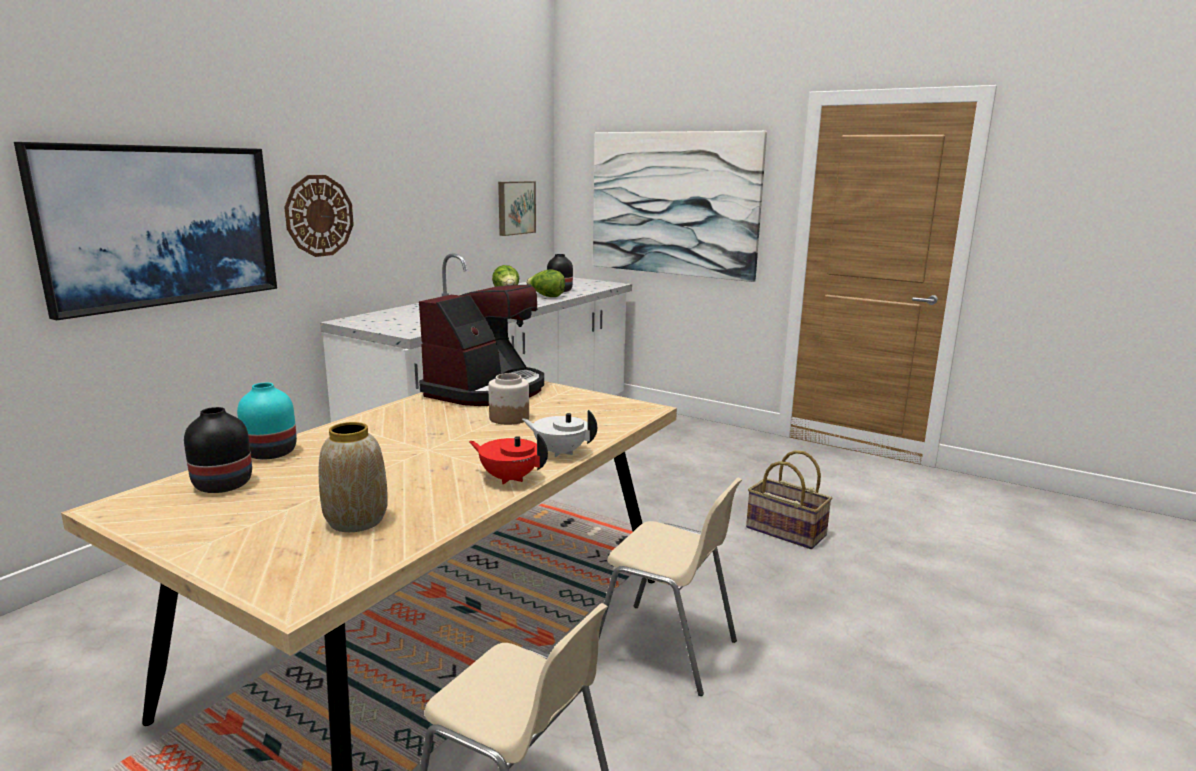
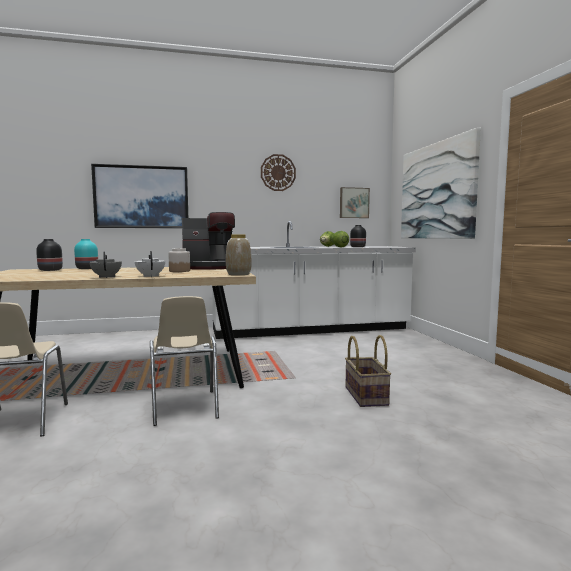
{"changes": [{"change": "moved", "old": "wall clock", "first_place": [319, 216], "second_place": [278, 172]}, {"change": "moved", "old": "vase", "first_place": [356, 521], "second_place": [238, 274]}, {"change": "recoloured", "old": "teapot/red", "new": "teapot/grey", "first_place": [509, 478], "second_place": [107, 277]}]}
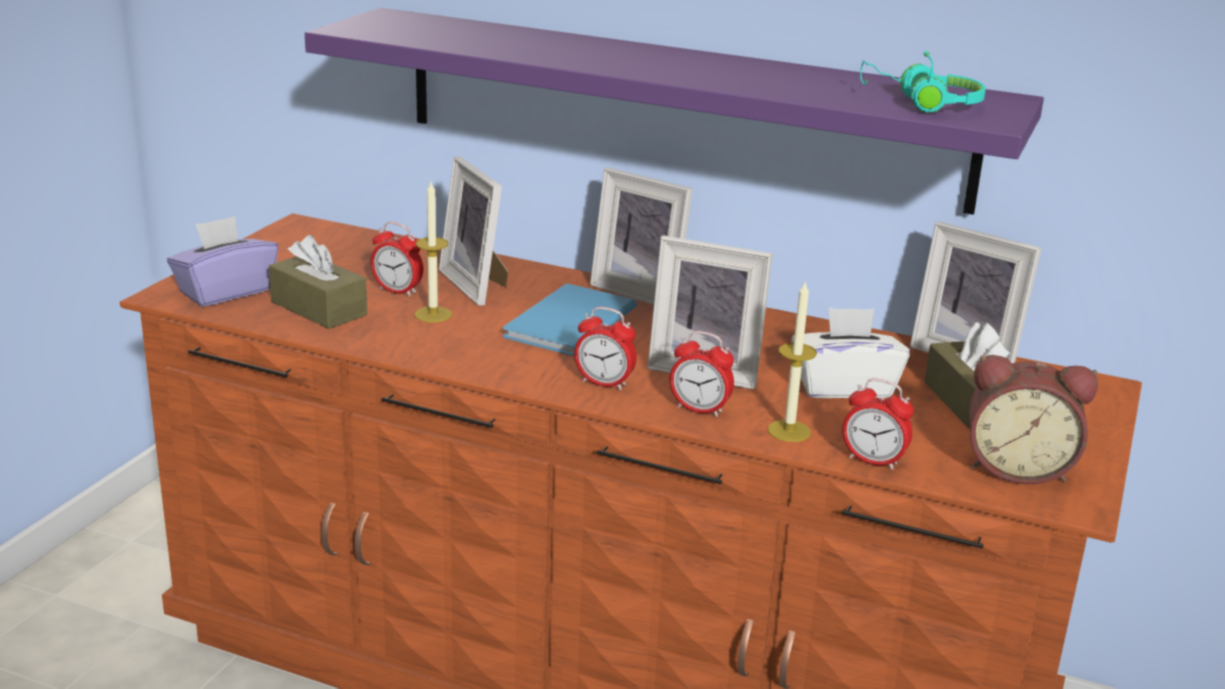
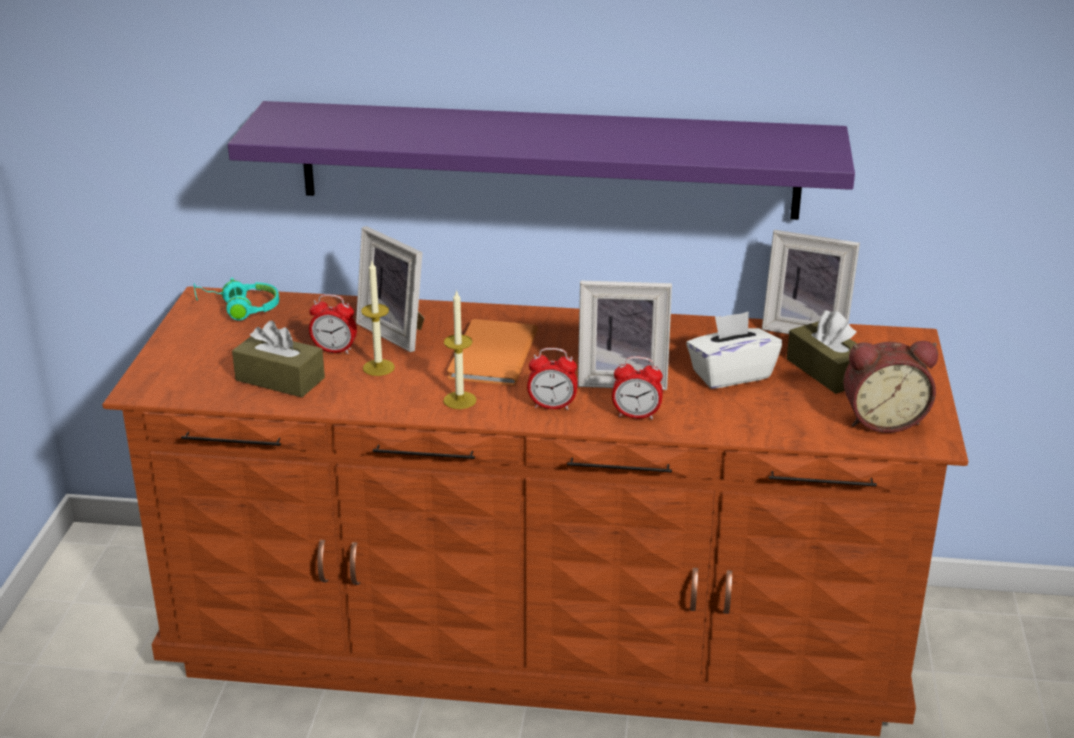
{"changes": [{"change": "removed", "old": "tissue box/purple", "first_place": [225, 292]}, {"change": "recoloured", "old": "book/blue", "new": "book/orange", "first_place": [565, 323], "second_place": [489, 356]}, {"change": "removed", "old": "picture frame", "first_place": [642, 291]}, {"change": "moved", "old": "candle", "first_place": [789, 431], "second_place": [459, 400]}, {"change": "removed", "old": "alarm clock", "first_place": [873, 461]}, {"change": "moved", "old": "headphones/turquoise", "first_place": [922, 103], "second_place": [239, 309]}]}
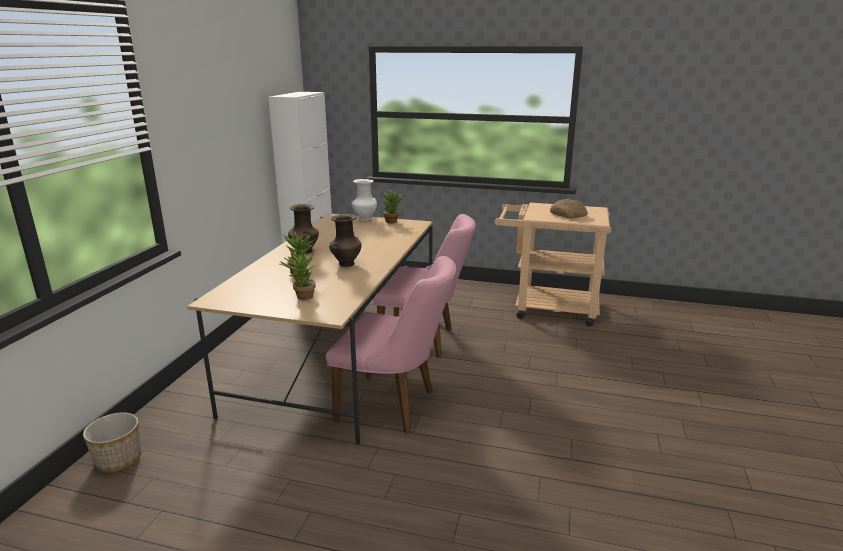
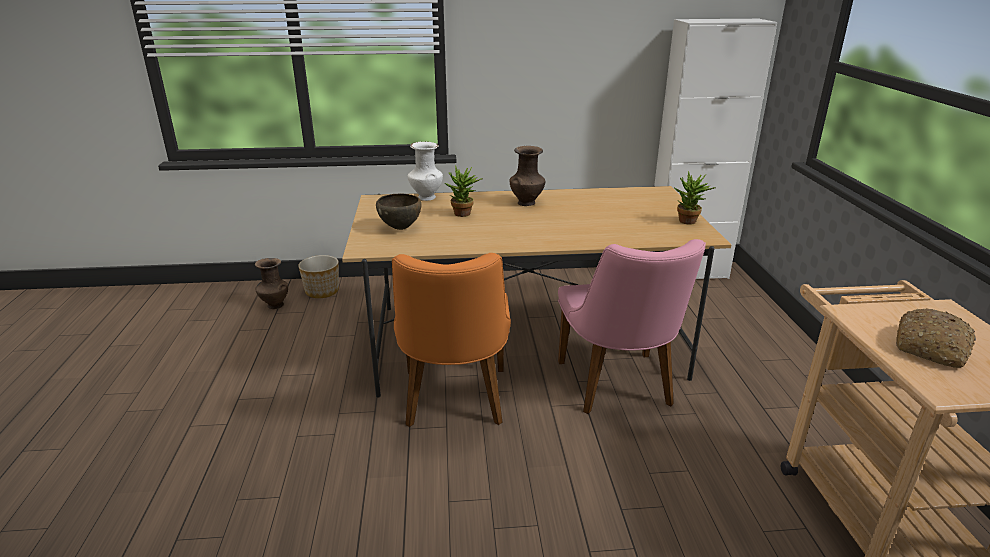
{"changes": [{"change": "replaced", "old": "potted plant", "new": "bowl/brown", "first_place": [301, 297], "second_place": [400, 228]}, {"change": "recoloured", "old": "chair/pink", "new": "chair/orange", "first_place": [395, 406], "second_place": [454, 403]}, {"change": "moved", "old": "vase/brown", "first_place": [346, 264], "second_place": [274, 305]}, {"change": "moved", "old": "vase/white", "first_place": [364, 219], "second_place": [426, 197]}]}
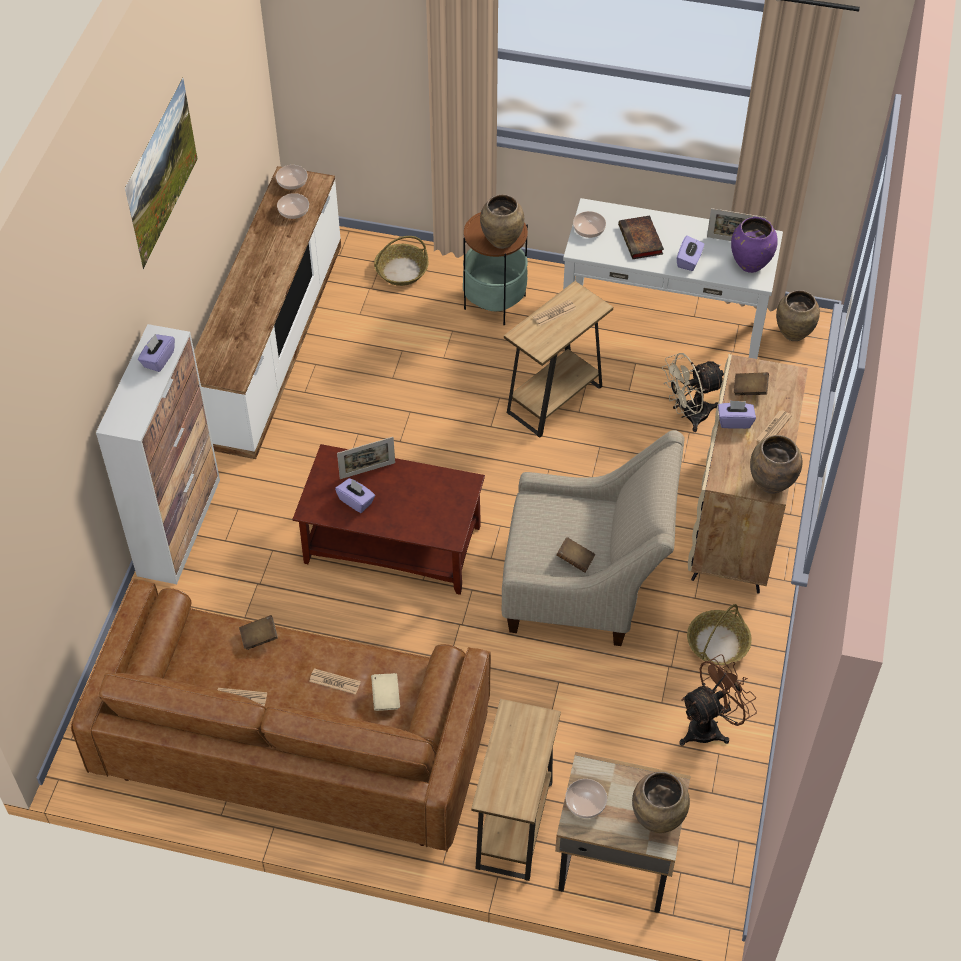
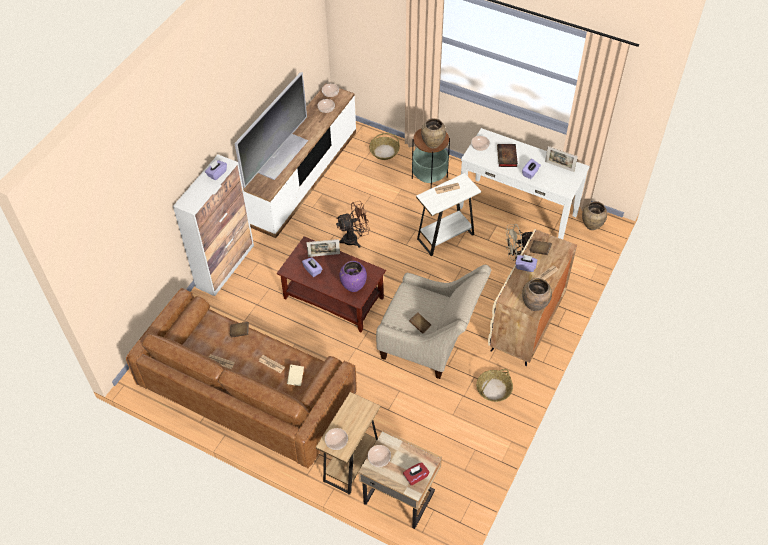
{"changes": [{"change": "removed", "old": "picture", "first_place": [167, 193]}, {"change": "recoloured", "old": "side table/brown", "new": "side table/white", "first_place": [554, 399], "second_place": [445, 237]}, {"change": "replaced", "old": "vase/brown", "new": "tissue box/red", "first_place": [657, 820], "second_place": [415, 476]}, {"change": "moved", "old": "fan/brown", "first_place": [710, 726], "second_place": [354, 239]}, {"change": "moved", "old": "vase/purple", "first_place": [750, 265], "second_place": [353, 287]}, {"change": "added", "new": "television", "second_place": [282, 156]}, {"change": "added", "new": "bowl", "second_place": [336, 442]}]}
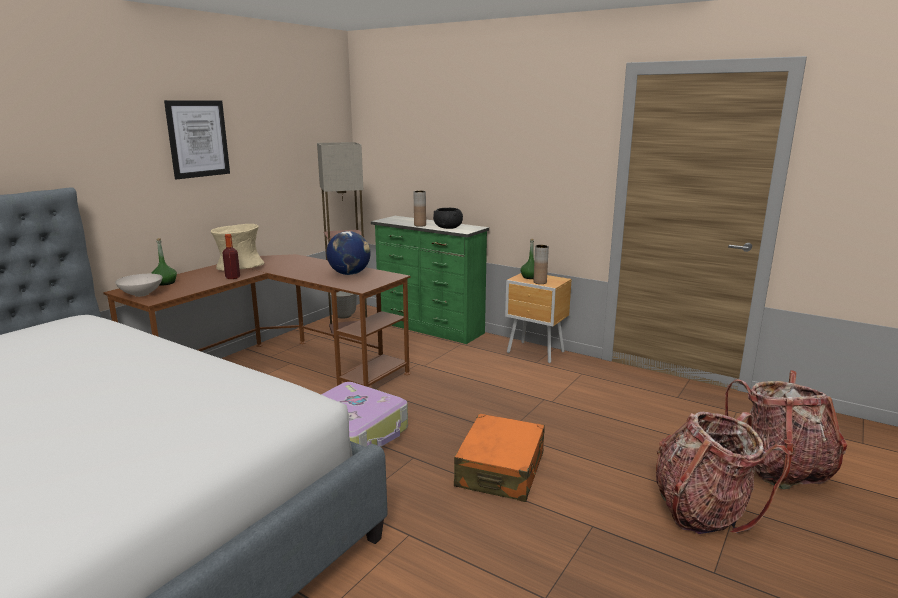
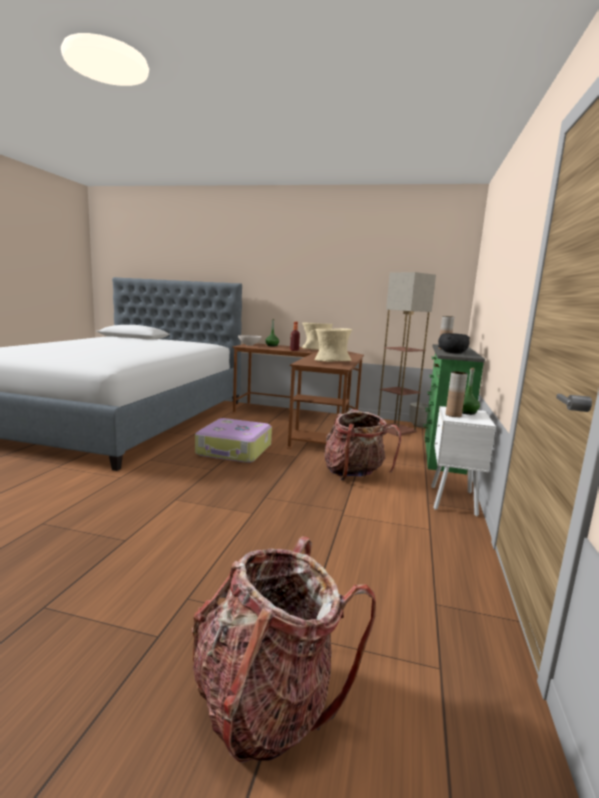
{"changes": [{"change": "removed", "old": "picture", "first_place": [198, 139]}, {"change": "replaced", "old": "globe", "new": "vase/beige", "first_place": [349, 274], "second_place": [332, 361]}, {"change": "removed", "old": "suitcase/orange", "first_place": [500, 470]}, {"change": "recoloured", "old": "nightstand/brown", "new": "nightstand/white", "first_place": [536, 353], "second_place": [452, 501]}, {"change": "moved", "old": "backpack", "first_place": [702, 511], "second_place": [354, 474]}]}
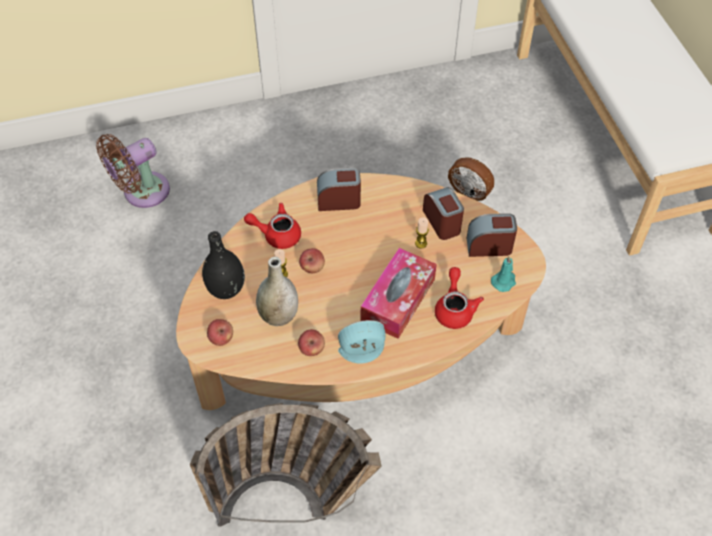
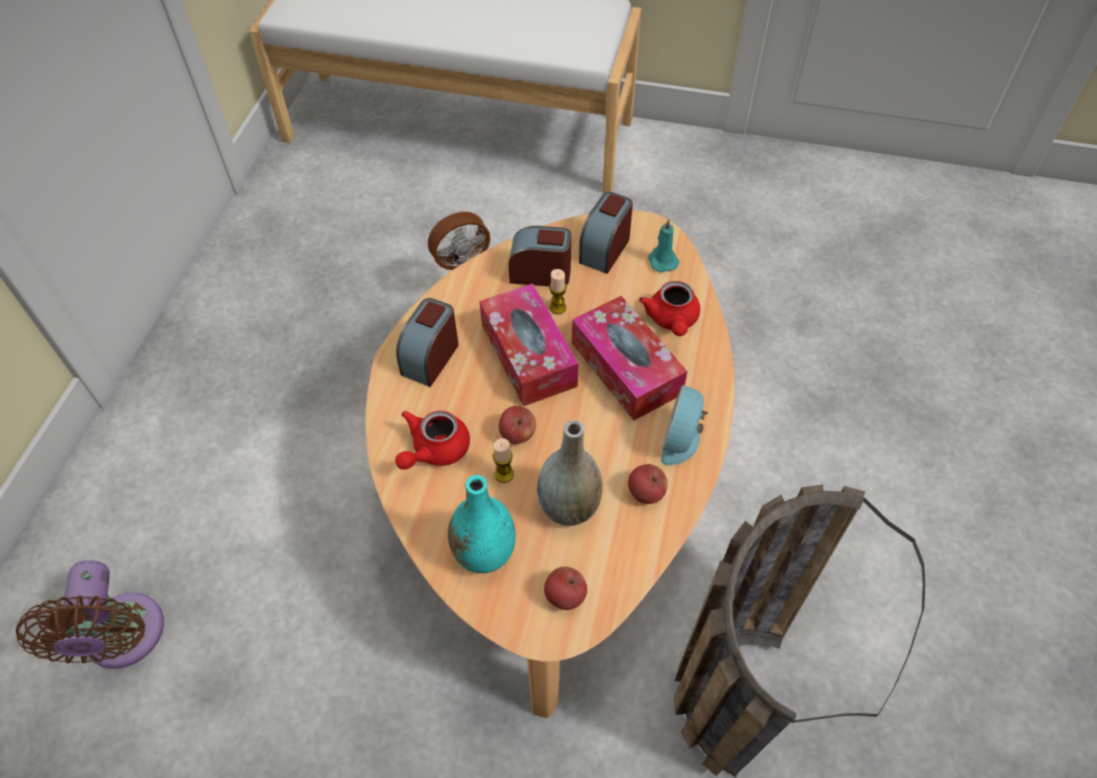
{"changes": [{"change": "recoloured", "old": "vase/black", "new": "vase/turquoise", "first_place": [226, 289], "second_place": [484, 553]}, {"change": "turned", "old": "teapot/red", "first_place": [454, 308], "second_place": [672, 321], "degrees": -120}, {"change": "added", "new": "tissue box", "second_place": [528, 355]}]}
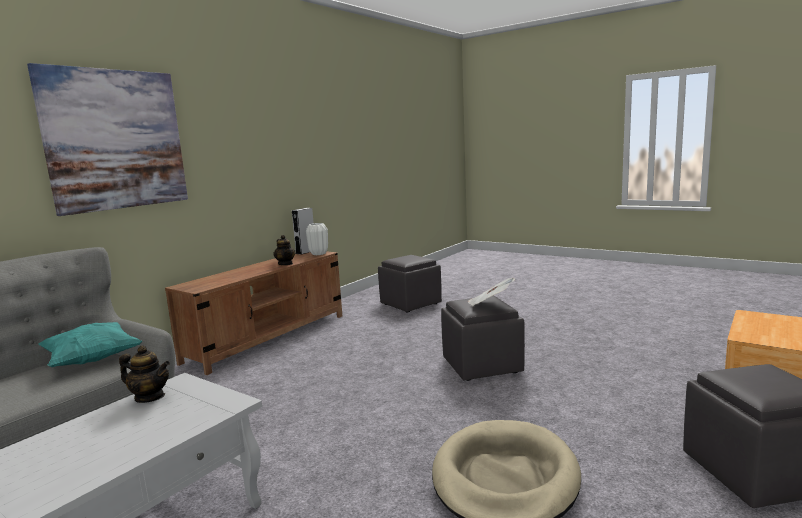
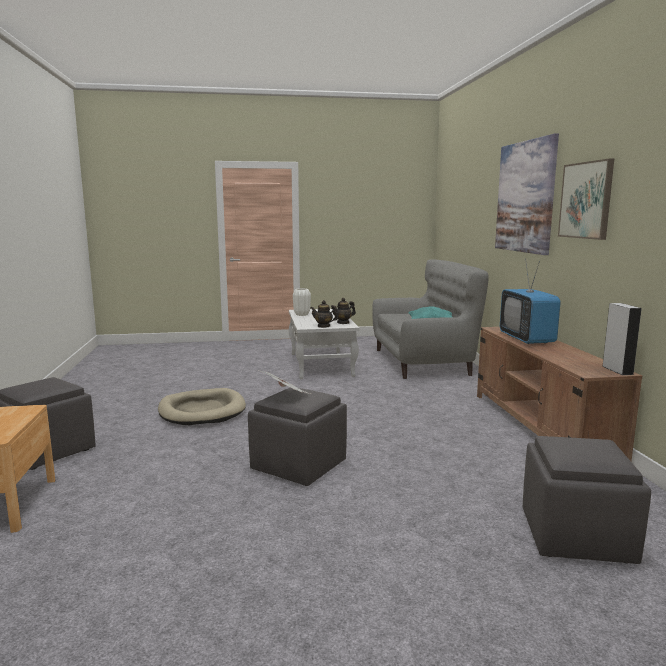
{"changes": [{"change": "moved", "old": "teapot", "first_place": [285, 264], "second_place": [324, 326]}, {"change": "moved", "old": "vase/white", "first_place": [318, 254], "second_place": [302, 315]}, {"change": "added", "new": "television", "second_place": [526, 339]}, {"change": "added", "new": "picture", "second_place": [586, 200]}]}
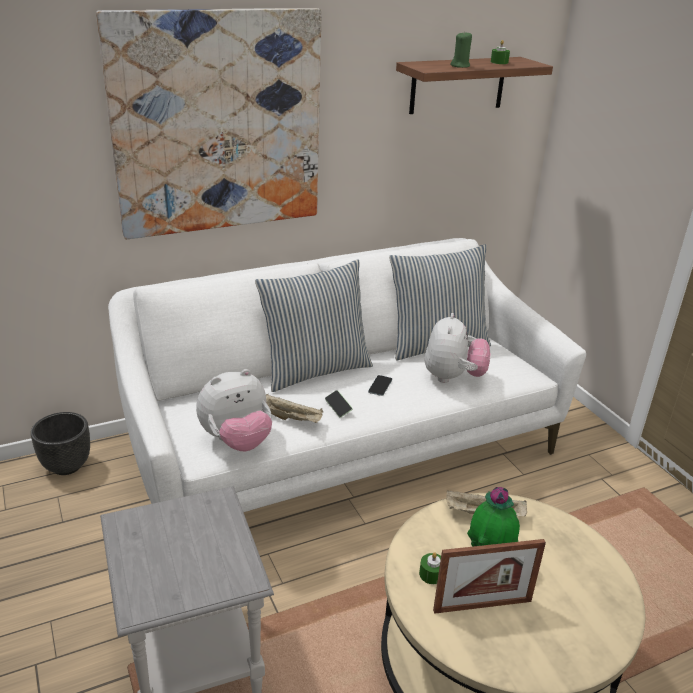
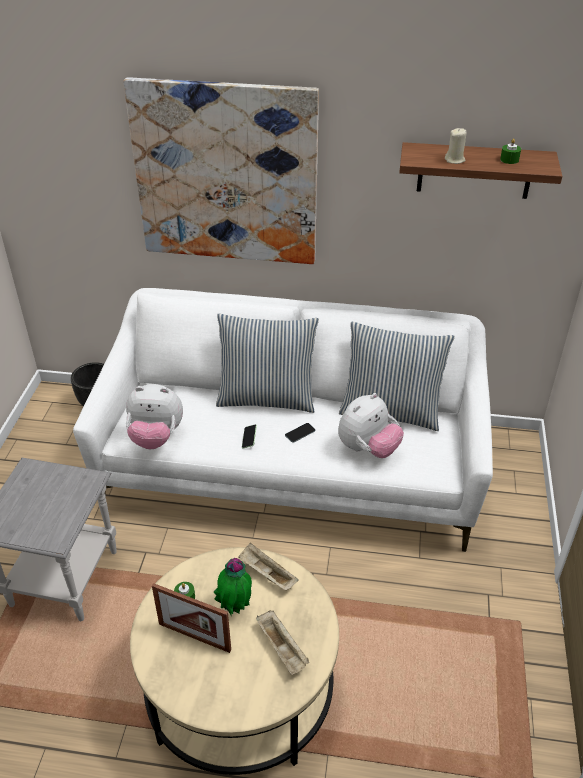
{"changes": [{"change": "moved", "old": "tray/beige", "first_place": [291, 418], "second_place": [282, 649]}, {"change": "recoloured", "old": "candle/green", "new": "candle/beige", "first_place": [460, 66], "second_place": [455, 160]}]}
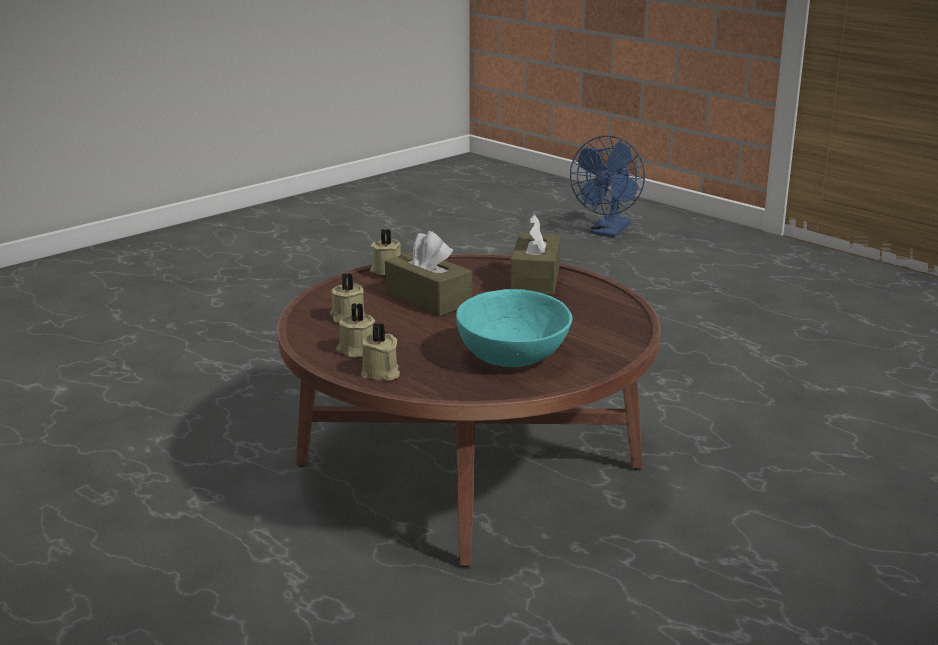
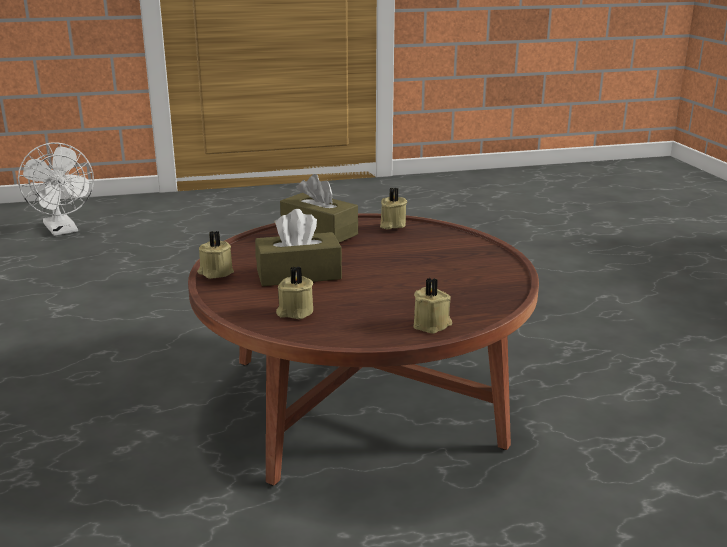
{"changes": [{"change": "moved", "old": "candle/beige", "first_place": [356, 350], "second_place": [391, 225]}, {"change": "removed", "old": "bowl/turquoise", "first_place": [511, 356]}, {"change": "recoloured", "old": "fan/blue", "new": "fan/white", "first_place": [608, 232], "second_place": [63, 230]}]}
